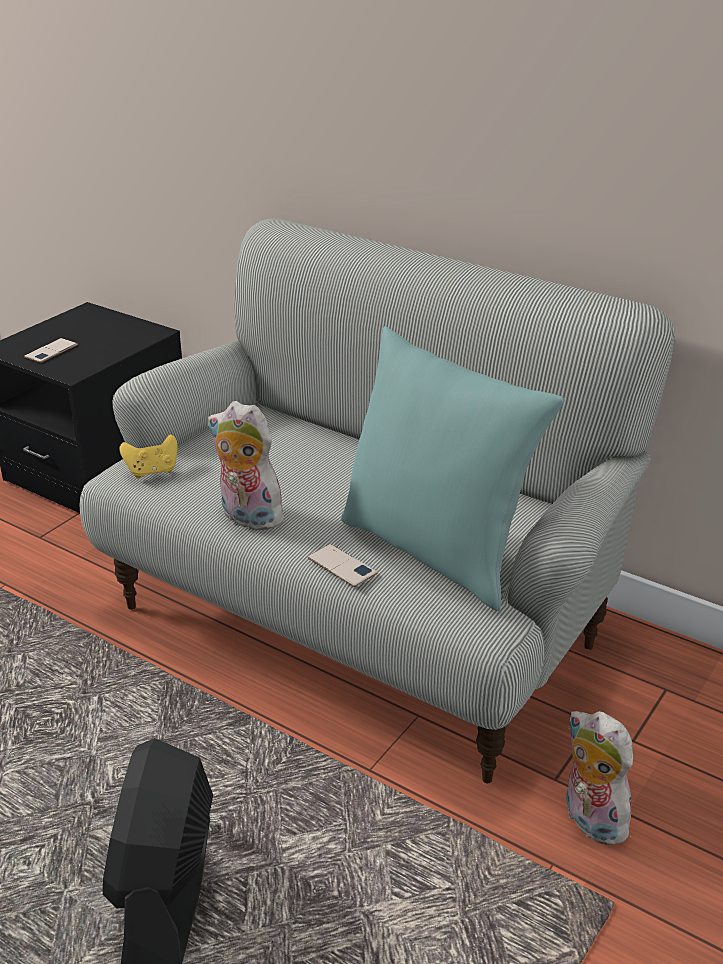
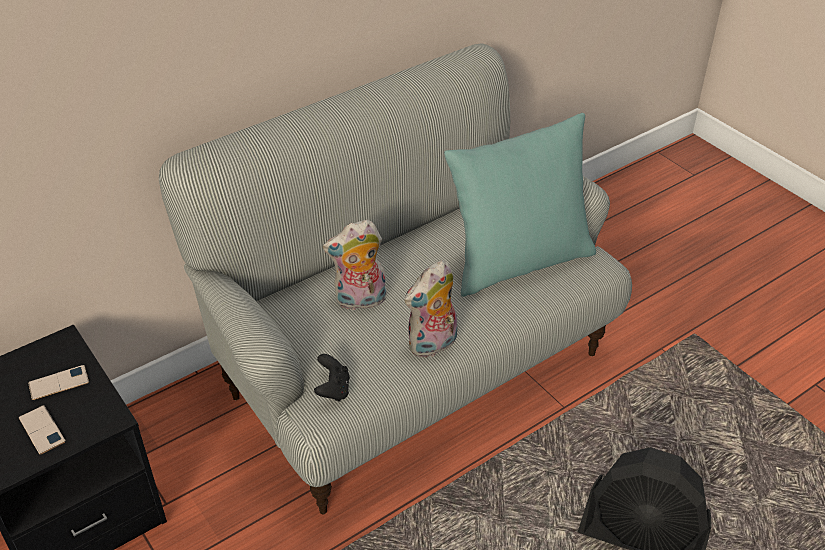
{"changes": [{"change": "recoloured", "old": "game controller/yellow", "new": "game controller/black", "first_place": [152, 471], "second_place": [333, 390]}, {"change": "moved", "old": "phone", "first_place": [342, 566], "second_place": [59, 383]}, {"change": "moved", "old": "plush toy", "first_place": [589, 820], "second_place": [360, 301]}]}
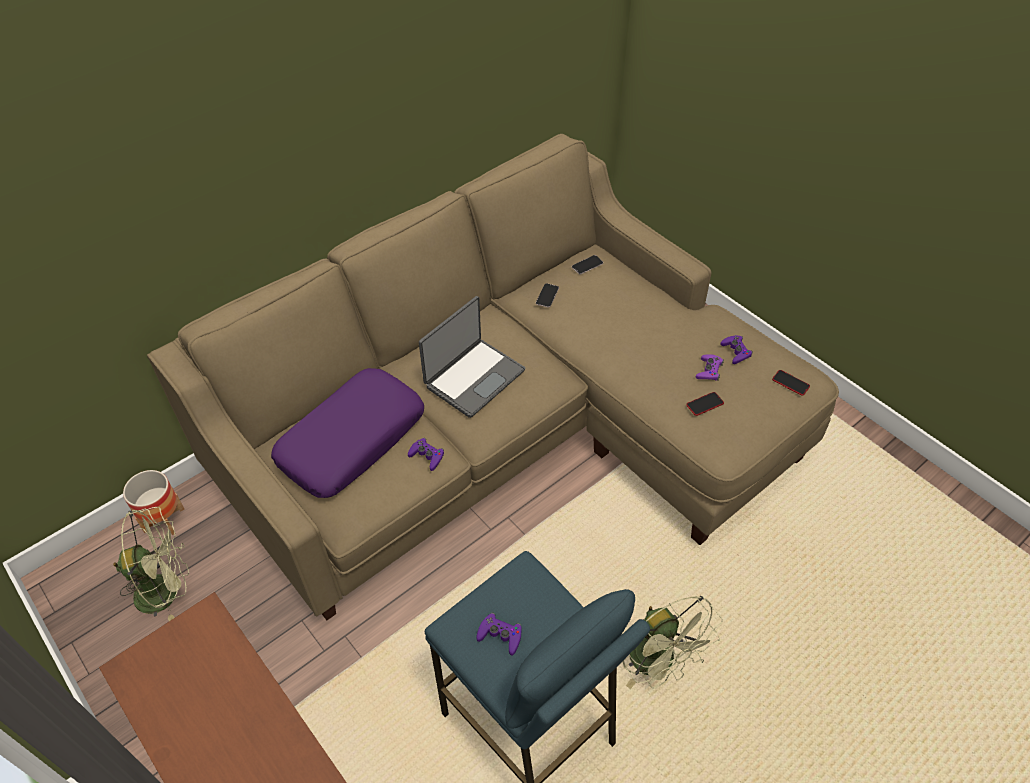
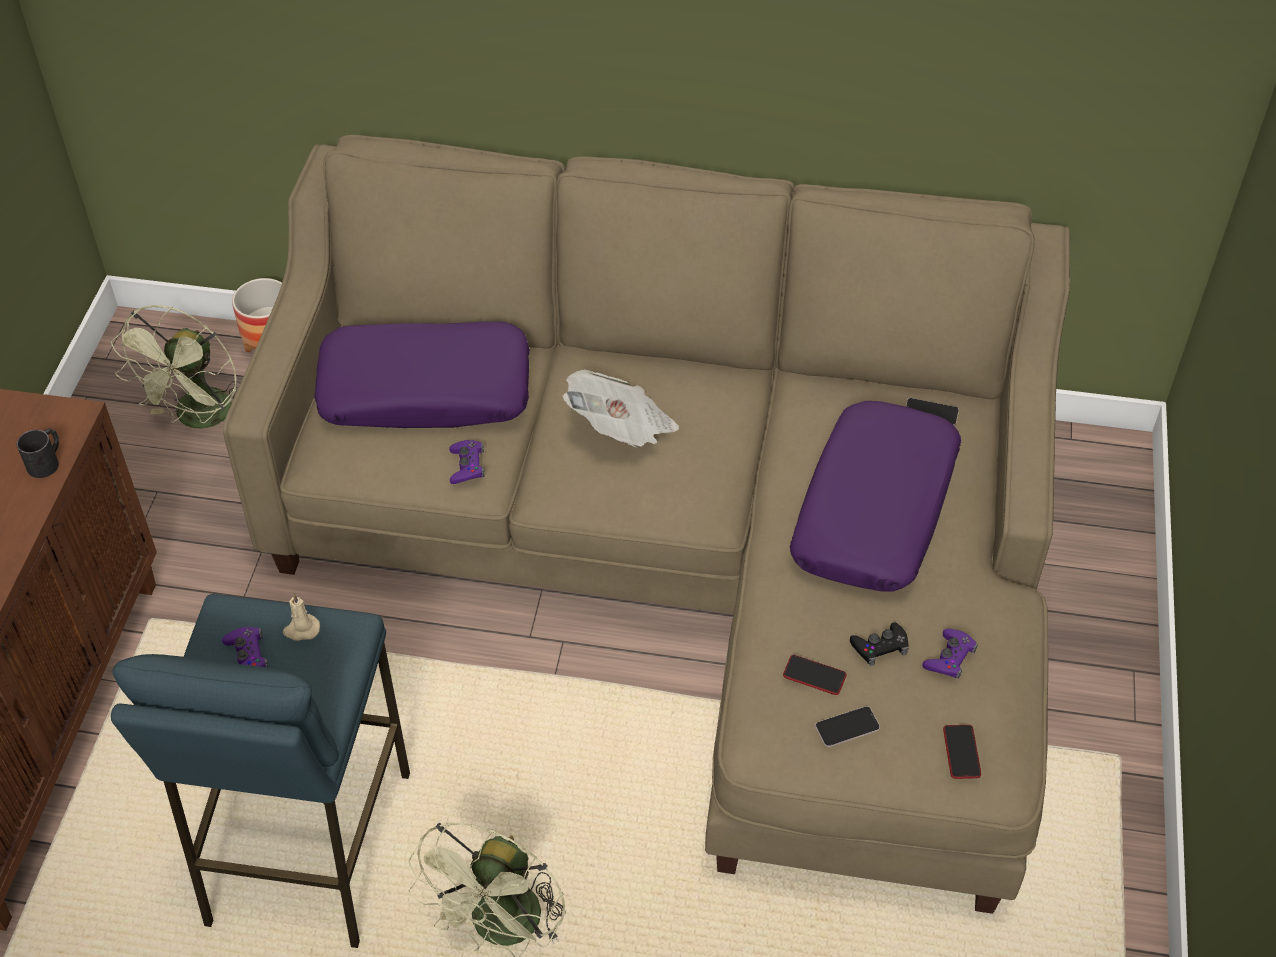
{"changes": [{"change": "turned", "old": "fan/green", "first_place": [166, 590], "second_place": [200, 419], "degrees": 75}, {"change": "replaced", "old": "laptop", "new": "newspaper", "first_place": [473, 377], "second_place": [621, 429]}, {"change": "moved", "old": "phone", "first_place": [547, 296], "second_place": [847, 727]}, {"change": "recoloured", "old": "game controller/purple", "new": "game controller/black", "first_place": [709, 370], "second_place": [880, 647]}, {"change": "added", "new": "mug/black", "second_place": [47, 461]}, {"change": "added", "new": "candle/beige", "second_place": [301, 629]}, {"change": "added", "new": "pillow/purple", "second_place": [875, 511]}]}
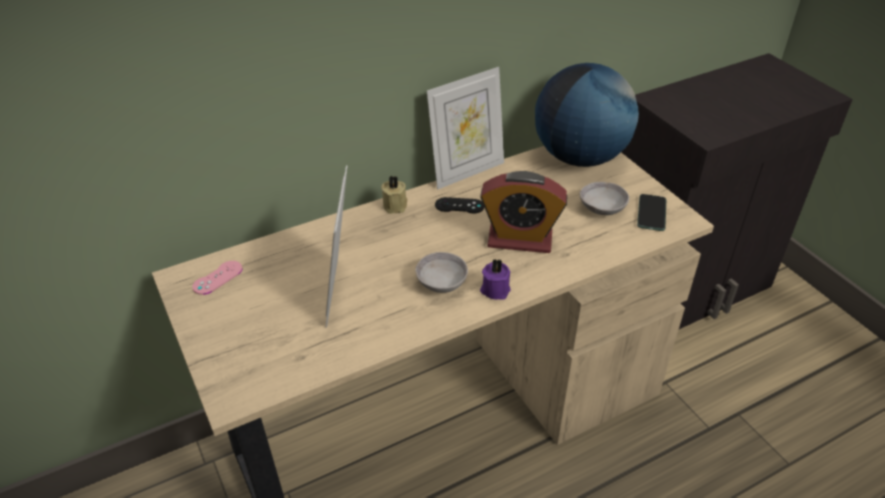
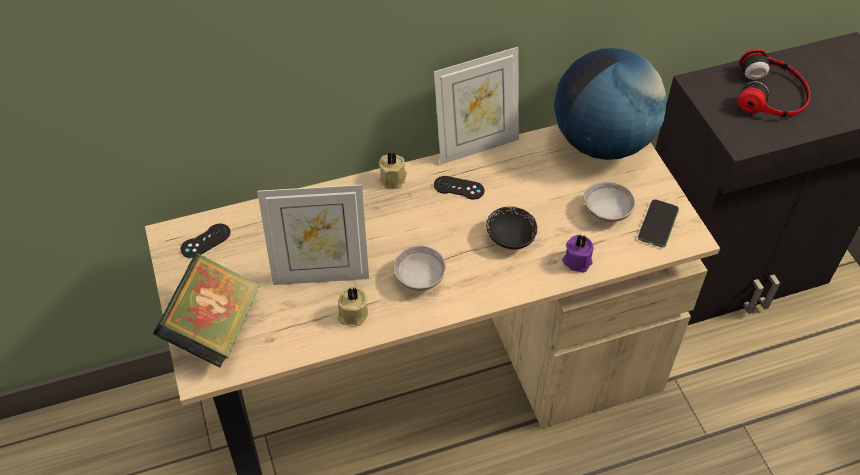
{"changes": [{"change": "recoloured", "old": "game controller/pink", "new": "game controller/black", "first_place": [217, 278], "second_place": [205, 241]}, {"change": "turned", "old": "picture frame", "first_place": [341, 292], "second_place": [321, 273], "degrees": -105}, {"change": "replaced", "old": "alarm clock", "new": "bowl/black", "first_place": [519, 240], "second_place": [510, 238]}, {"change": "moved", "old": "candle/purple", "first_place": [495, 289], "second_place": [577, 260]}, {"change": "added", "new": "book", "second_place": [214, 328]}, {"change": "added", "new": "candle/beige", "second_place": [352, 314]}, {"change": "added", "new": "headphones", "second_place": [772, 93]}]}
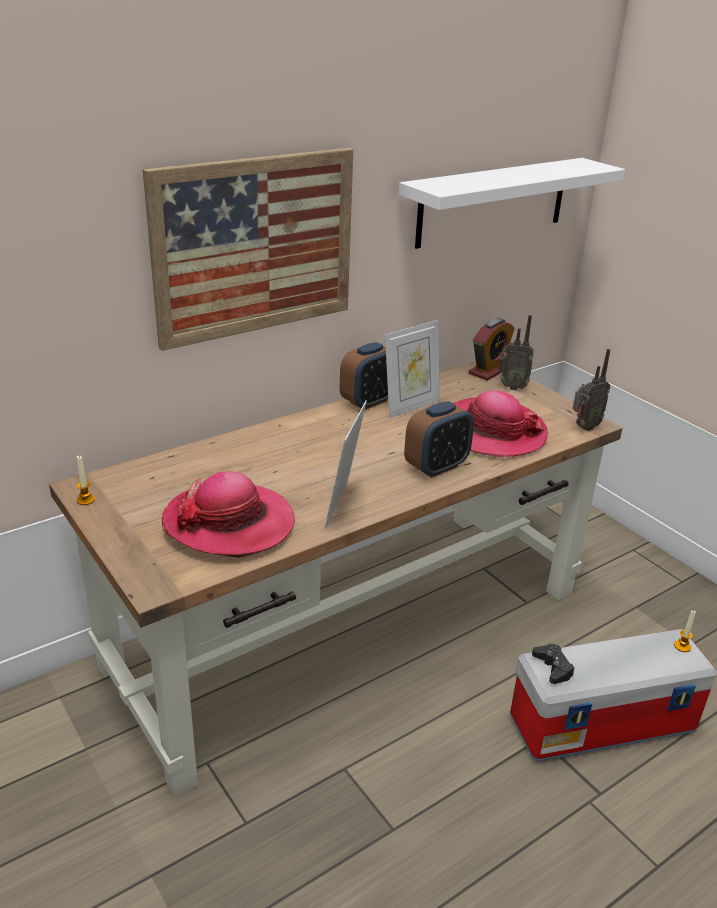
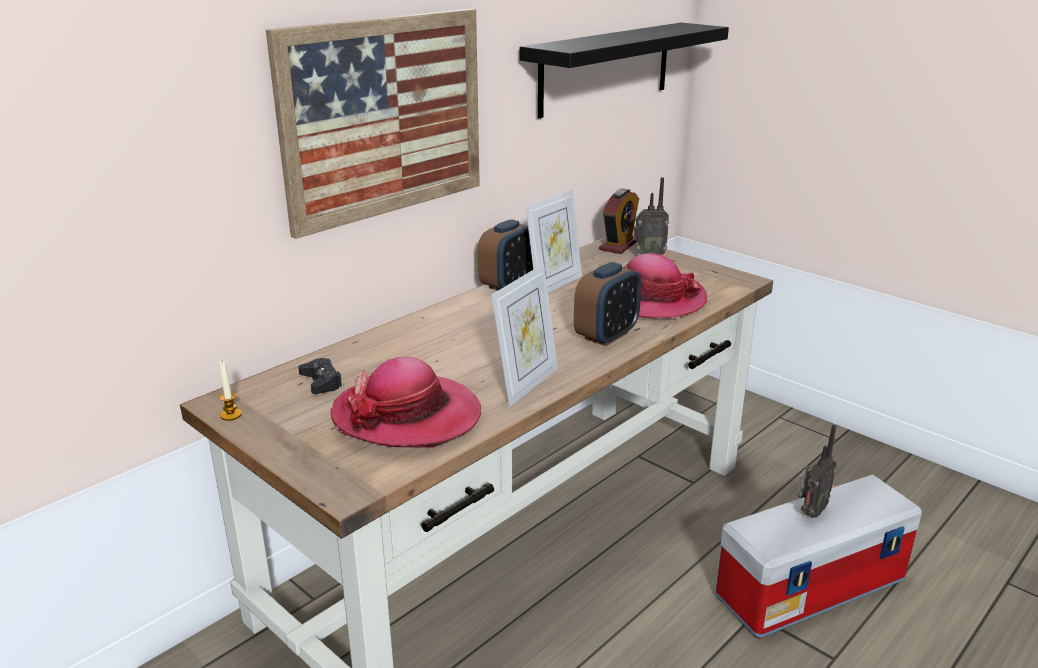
{"changes": [{"change": "turned", "old": "picture frame", "first_place": [344, 507], "second_place": [526, 384], "degrees": -150}, {"change": "recoloured", "old": "shelf/white", "new": "shelf/black", "first_place": [493, 202], "second_place": [606, 68]}, {"change": "moved", "old": "game controller/black", "first_place": [553, 667], "second_place": [321, 382]}, {"change": "moved", "old": "radio", "first_place": [583, 427], "second_place": [809, 513]}, {"change": "removed", "old": "candle", "first_place": [682, 646]}]}
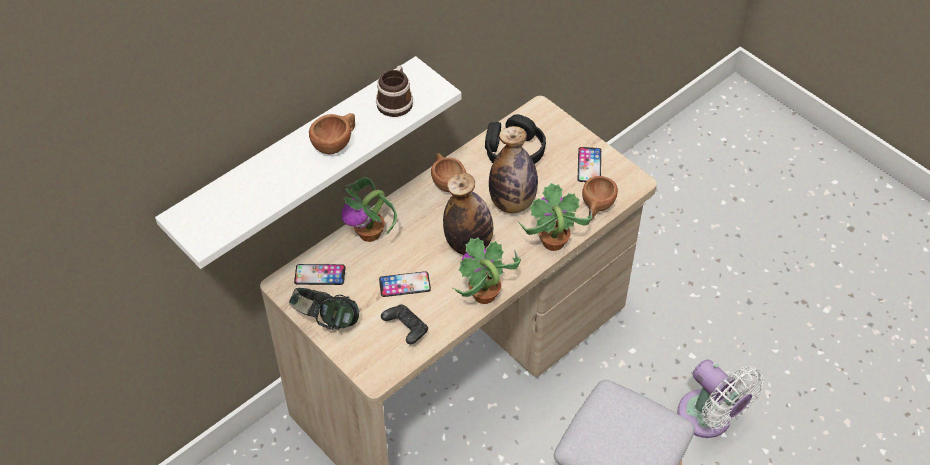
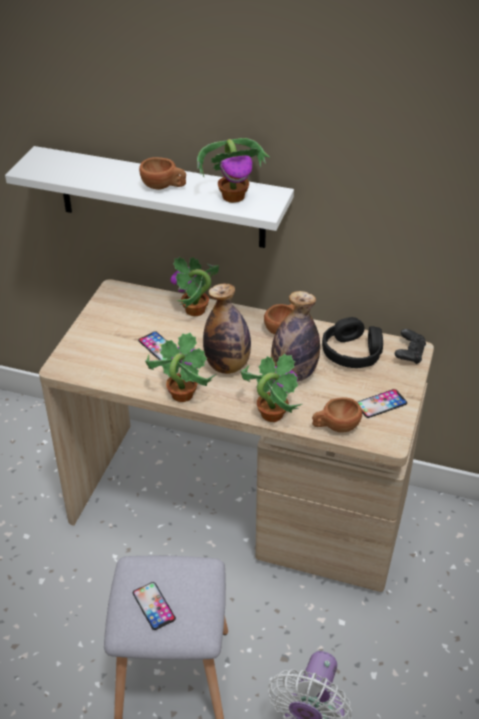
{"changes": [{"change": "removed", "old": "headphones", "first_place": [325, 320]}, {"change": "moved", "old": "phone", "first_place": [320, 275], "second_place": [154, 606]}, {"change": "replaced", "old": "mug", "new": "potted plant", "first_place": [396, 101], "second_place": [234, 196]}, {"change": "moved", "old": "game controller/black", "first_place": [406, 329], "second_place": [409, 354]}]}
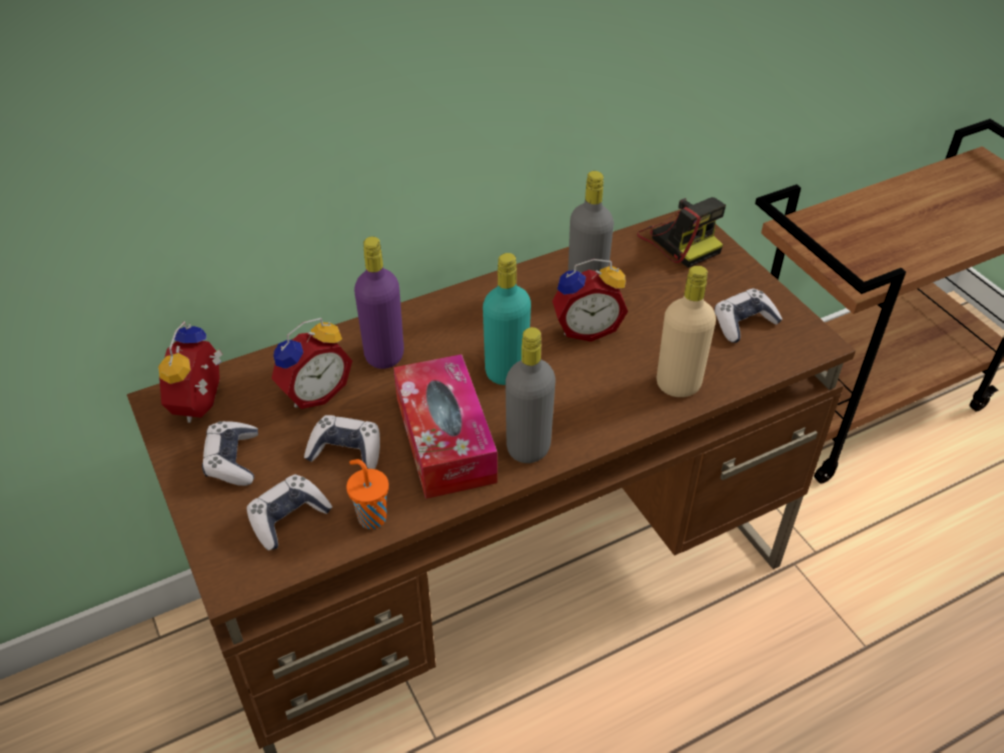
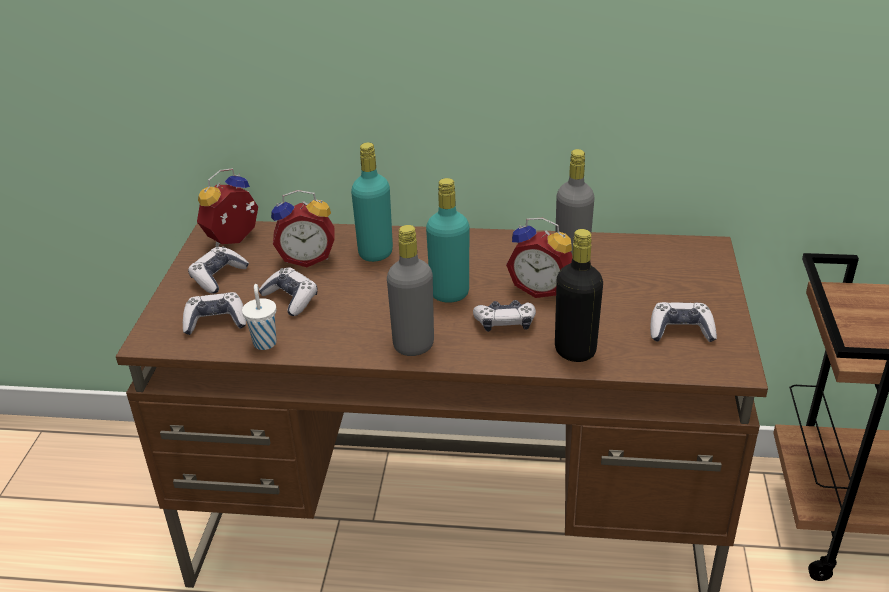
{"changes": [{"change": "recoloured", "old": "cup/orange", "new": "cup/white", "first_place": [371, 517], "second_place": [265, 342]}, {"change": "recoloured", "old": "bottle/purple", "new": "bottle/turquoise", "first_place": [384, 355], "second_place": [375, 253]}, {"change": "removed", "old": "tissue box", "first_place": [445, 439]}, {"change": "removed", "old": "photo camera", "first_place": [679, 240]}, {"change": "recoloured", "old": "bottle/beige", "new": "bottle/black", "first_place": [678, 384], "second_place": [575, 351]}, {"change": "added", "new": "game controller", "second_place": [505, 323]}]}
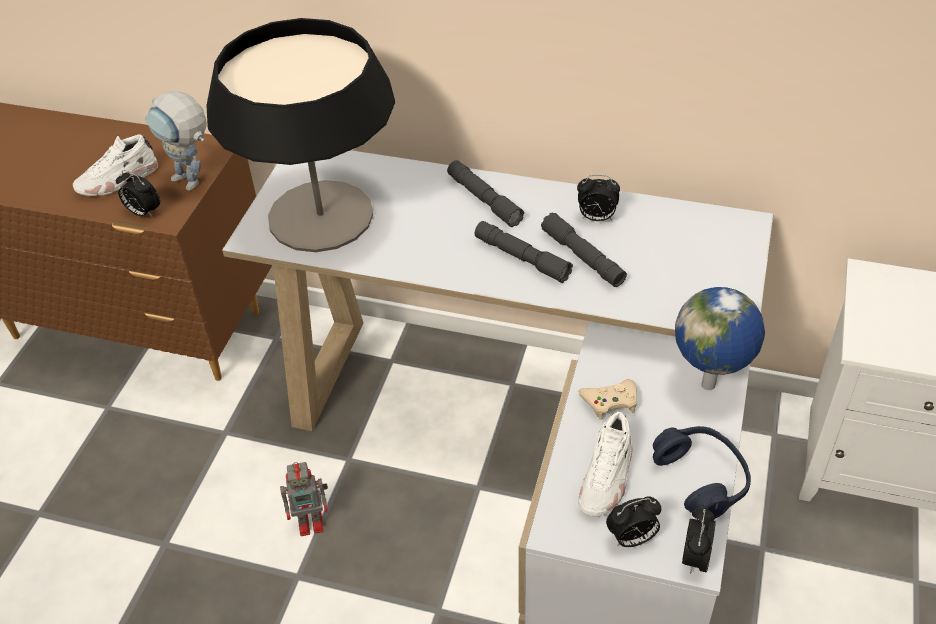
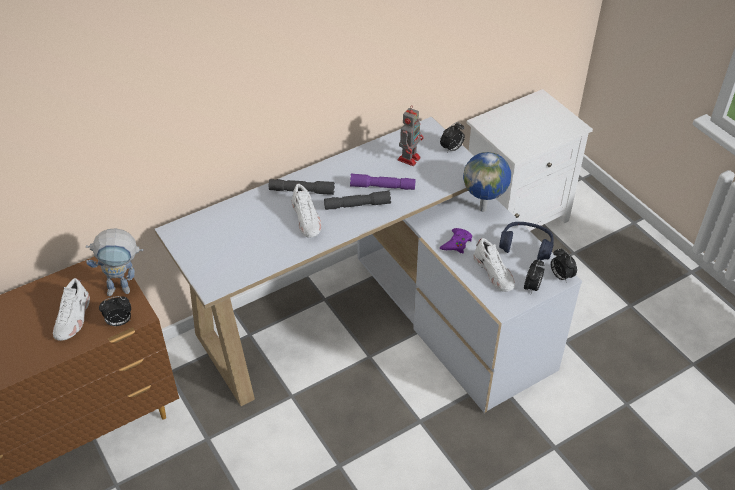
{"changes": [{"change": "removed", "old": "table lamp", "first_place": [321, 216]}, {"change": "moved", "old": "toy robot", "first_place": [312, 521], "second_place": [409, 158]}, {"change": "recoloured", "old": "flashlight/grey", "new": "flashlight/purple", "first_place": [583, 257], "second_place": [382, 187]}, {"change": "moved", "old": "alarm clock", "first_place": [596, 218], "second_place": [451, 149]}, {"change": "recoloured", "old": "game controller/beige", "new": "game controller/purple", "first_place": [610, 401], "second_place": [456, 243]}, {"change": "added", "new": "shoe/white", "second_place": [306, 219]}]}
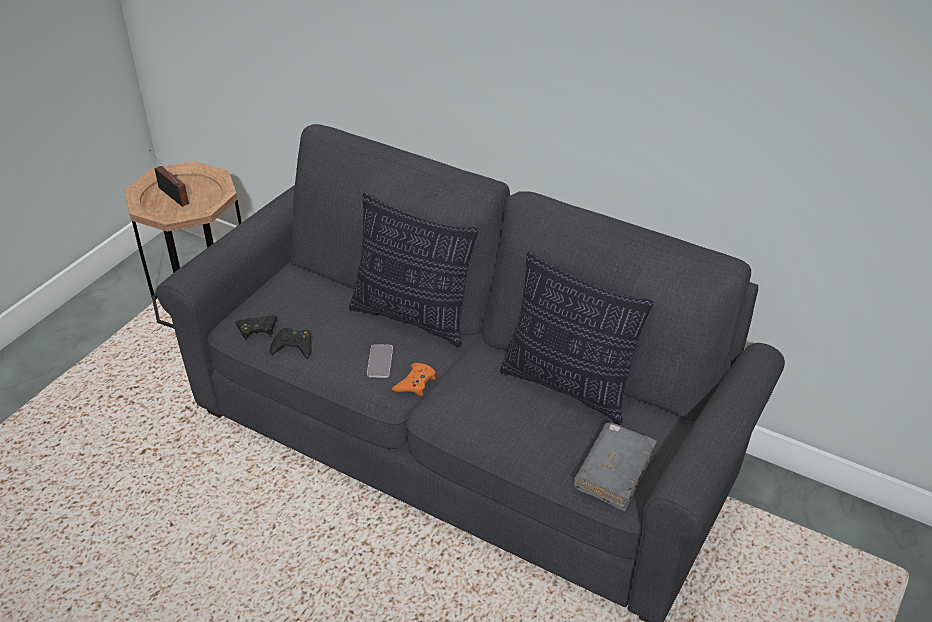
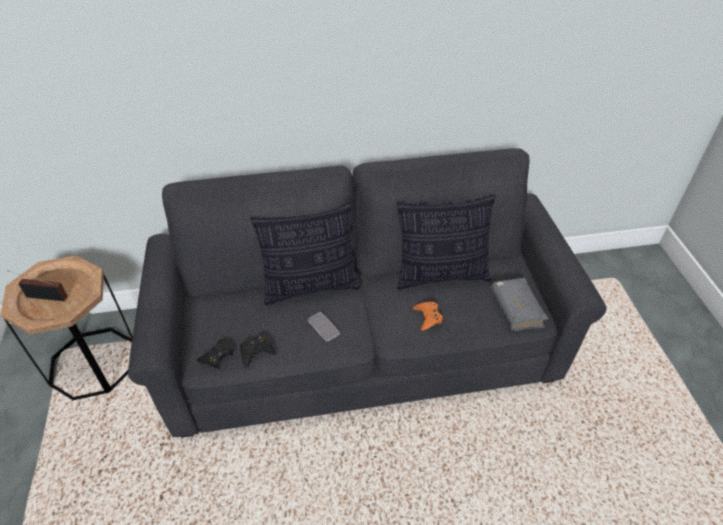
{"changes": [{"change": "moved", "old": "game controller/orange", "first_place": [415, 383], "second_place": [428, 317]}]}
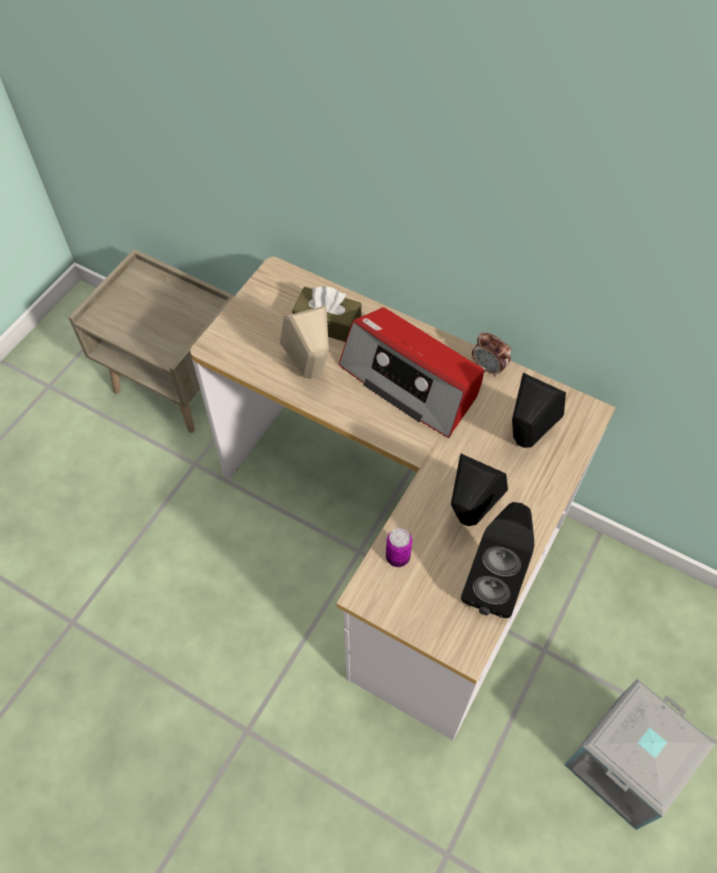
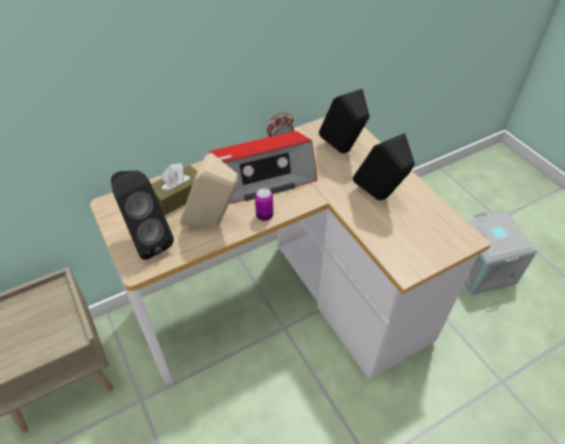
{"changes": [{"change": "moved", "old": "can", "first_place": [397, 557], "second_place": [264, 216]}, {"change": "moved", "old": "speaker/black", "first_place": [494, 581], "second_place": [146, 240]}]}
